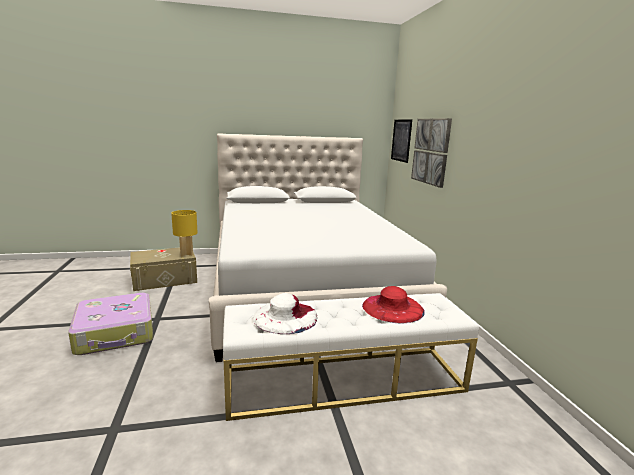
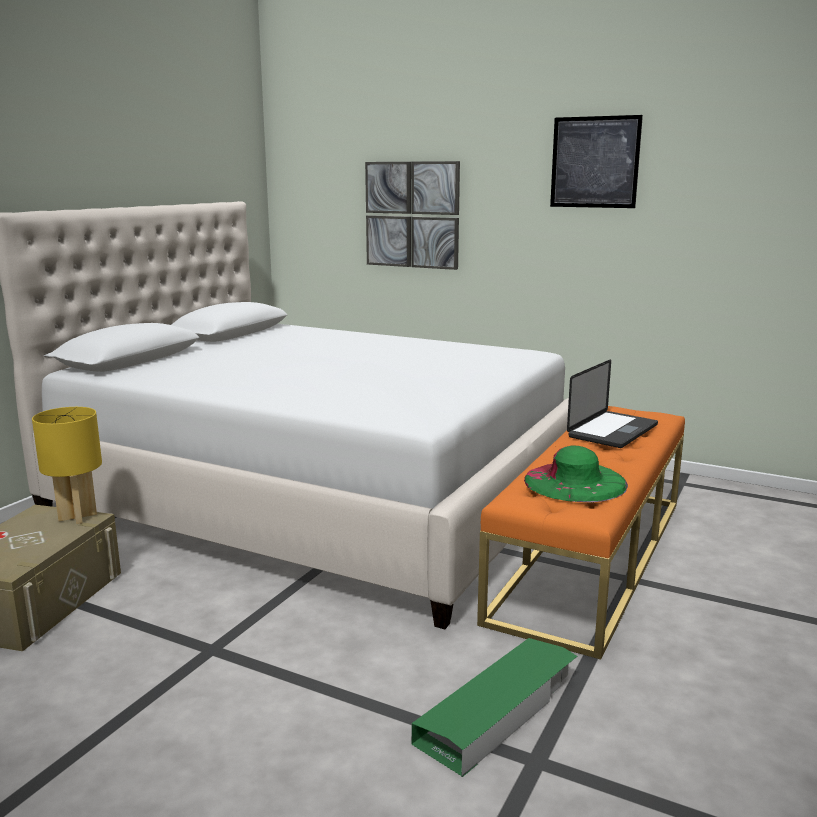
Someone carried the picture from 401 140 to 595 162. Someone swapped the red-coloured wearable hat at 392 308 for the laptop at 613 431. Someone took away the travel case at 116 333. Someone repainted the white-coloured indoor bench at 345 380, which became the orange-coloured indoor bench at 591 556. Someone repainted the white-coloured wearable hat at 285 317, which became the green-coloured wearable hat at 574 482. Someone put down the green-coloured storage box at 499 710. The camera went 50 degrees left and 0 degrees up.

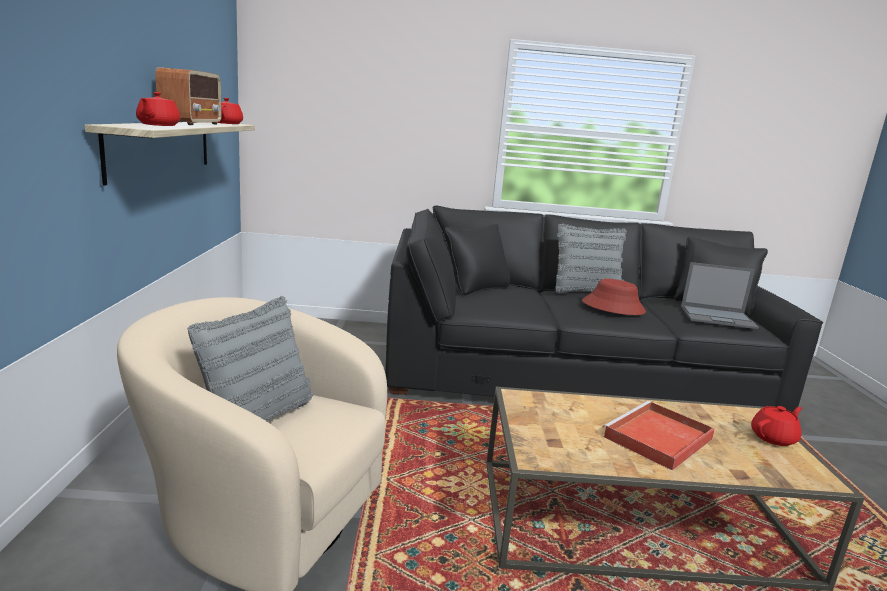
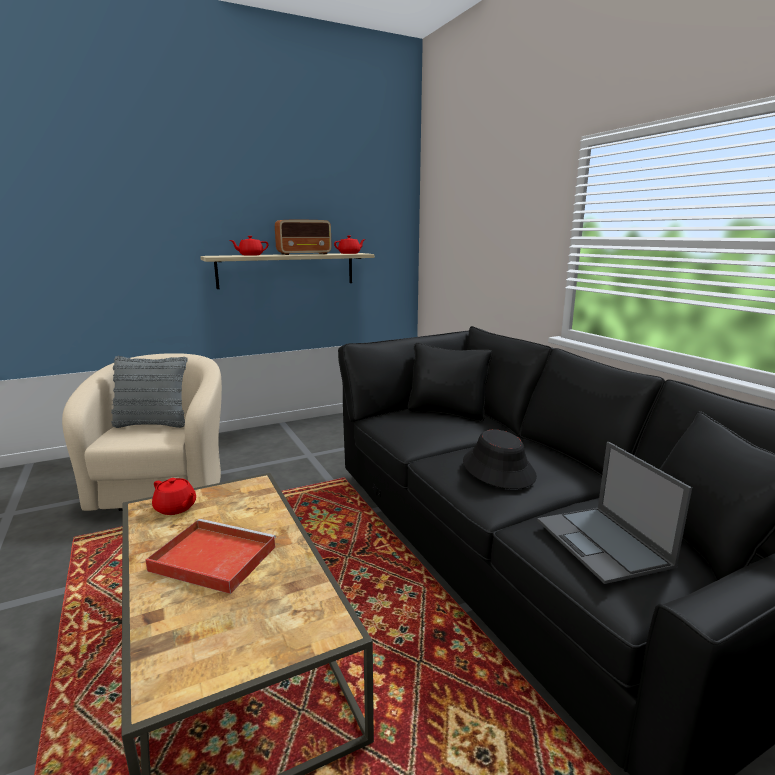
Someone took away the greyish pillow at 586 292. Someone repainted the red-coloured wearable hat at 613 307, which became the black wearable hat at 498 469. Someone carried the red-coloured tea pot from 774 438 to 176 508. The camera went 65 degrees right and 0 degrees up.

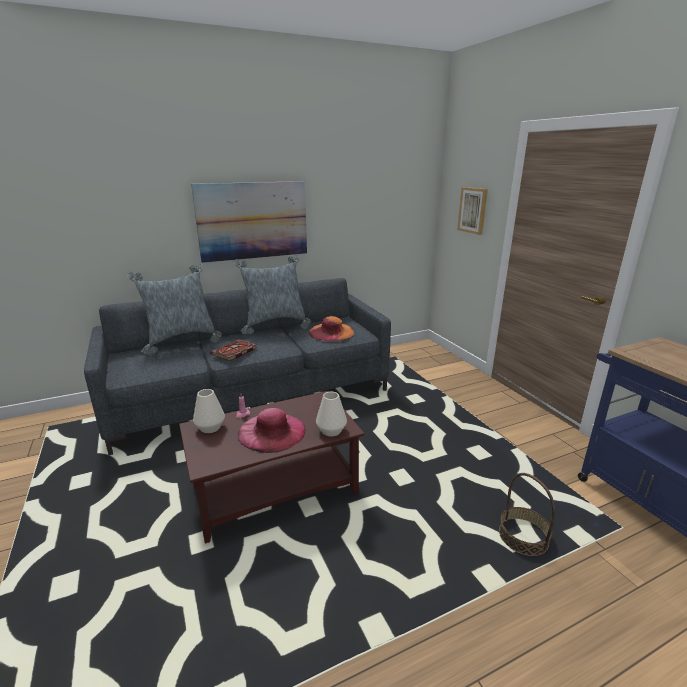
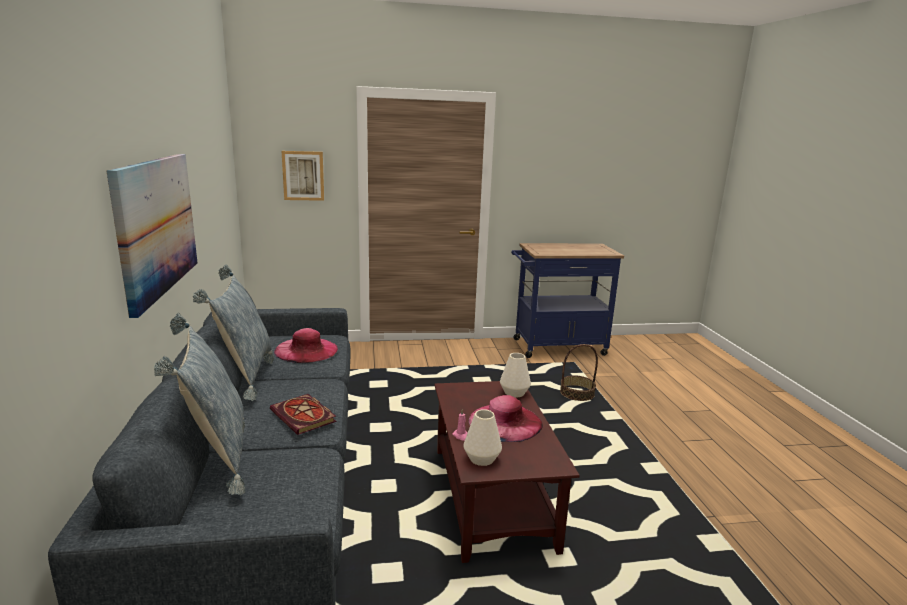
Someone repainted the orange-coloured wearable hat at 331 332, which became the pink-coloured wearable hat at 306 350. The camera went 75 degrees left and 5 degrees down.

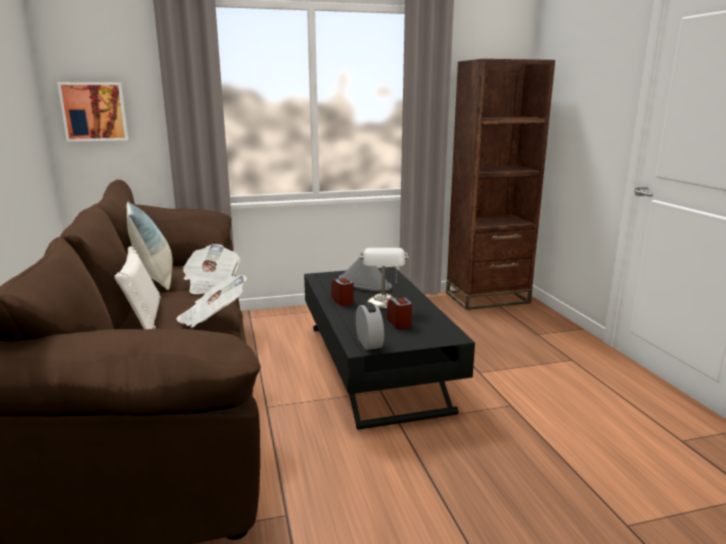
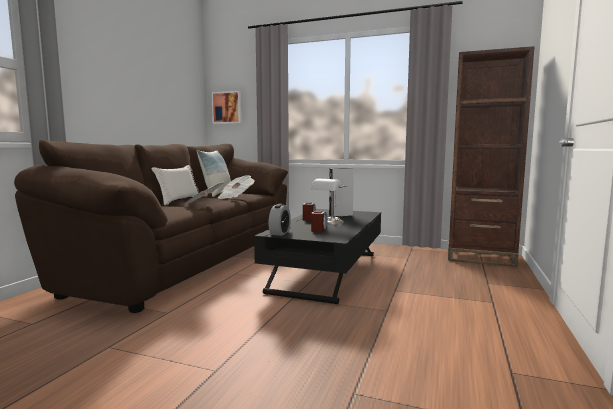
Someone swapped the greyish wearable hat at 365 284 for the greyish audio speaker at 340 215. The camera went 35 degrees right and 10 degrees down.

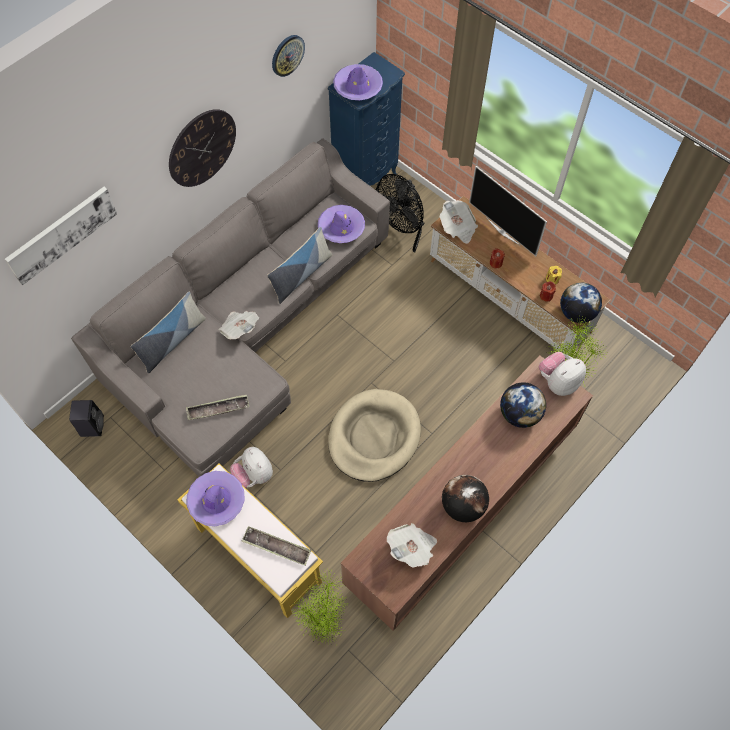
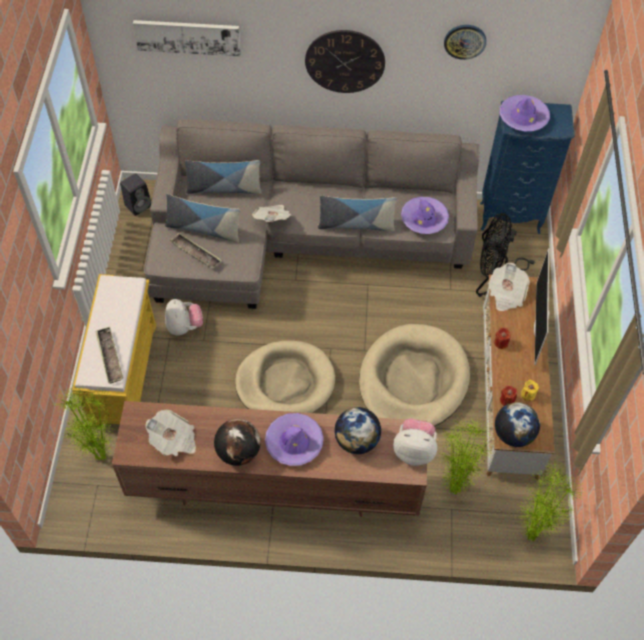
Someone rotated the cuddly toy at 254 475 by 150 degrees clockwise. Someone carried the purplish wearable hat from 216 501 to 294 442. Someone put down the pillow at 203 229. Someone put down the beige dog bed at 413 380. Someone put down the houseplant at 529 534. The camera went 50 degrees right and 5 degrees down.

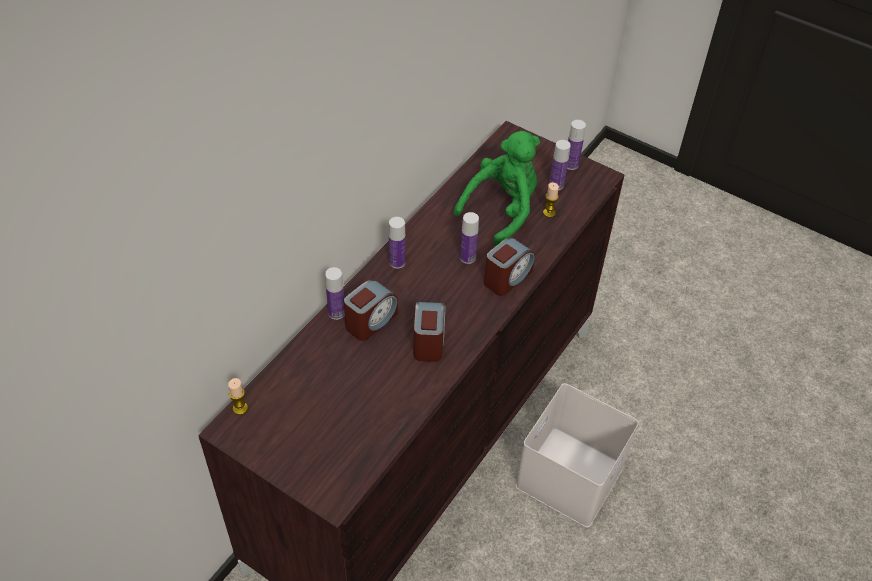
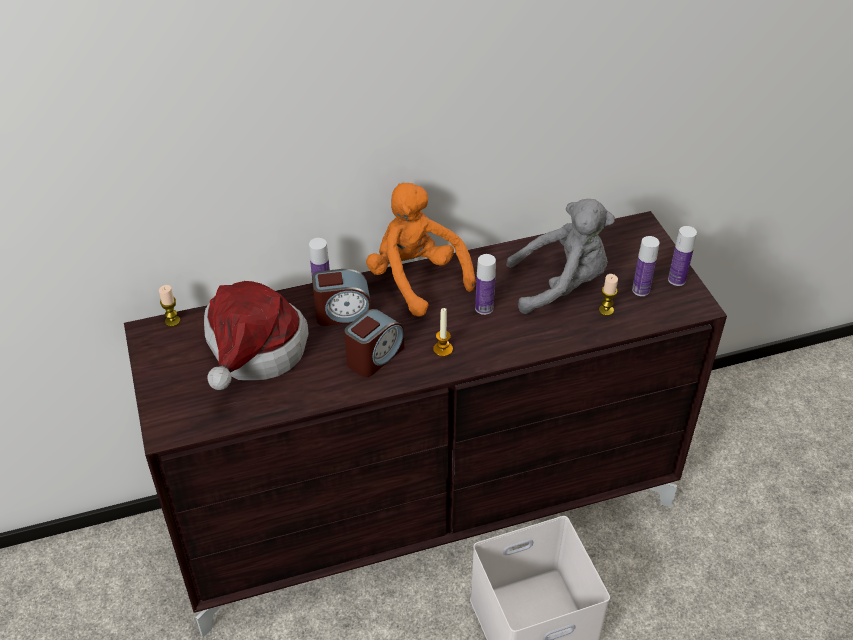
Someone repainted the green-coloured cuddly toy at 502 210, which became the greyish cuddly toy at 561 285. Someone swapped the bottle at 397 262 for the orange-coloured cuddly toy at 416 279. Someone took away the alarm clock at 507 277. Someone put down the wearable hat at 253 351. Someone put down the candle at 443 349. The camera went 40 degrees right and 5 degrees down.

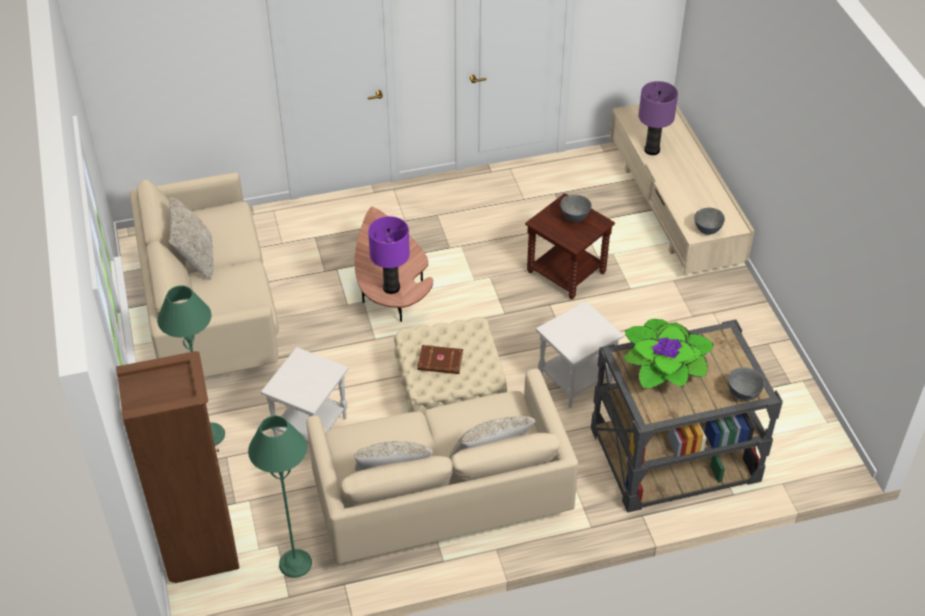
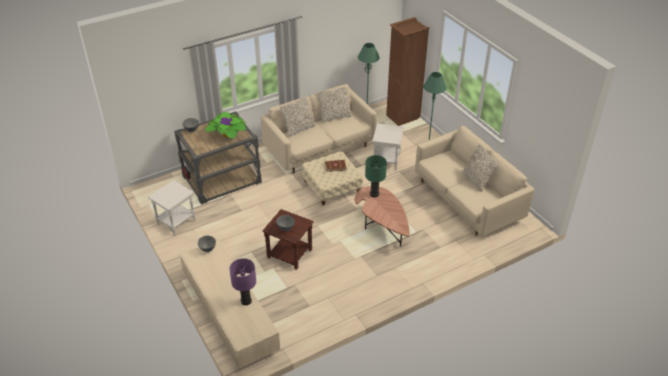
Someone repainted the purplish tabletop lamp at 391 287, which became the green-coloured tabletop lamp at 374 194. Someone carried the white-coloured accent table from 575 382 to 176 222. The camera went 165 degrees right and 5 degrees down.

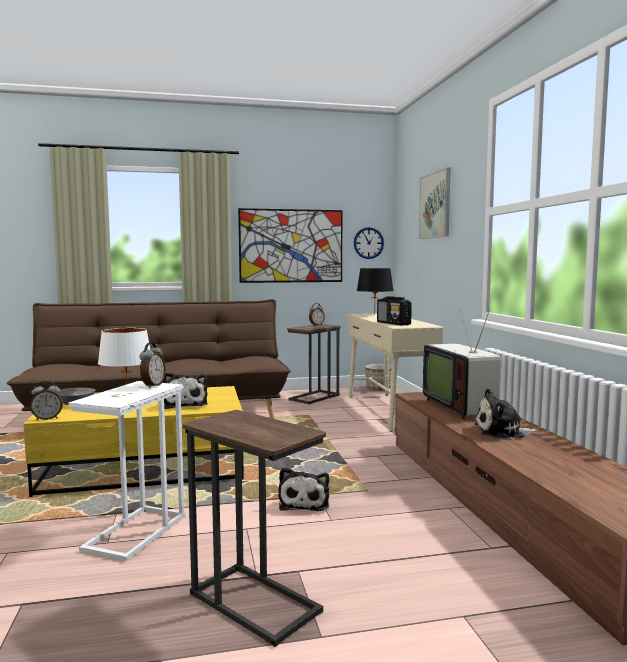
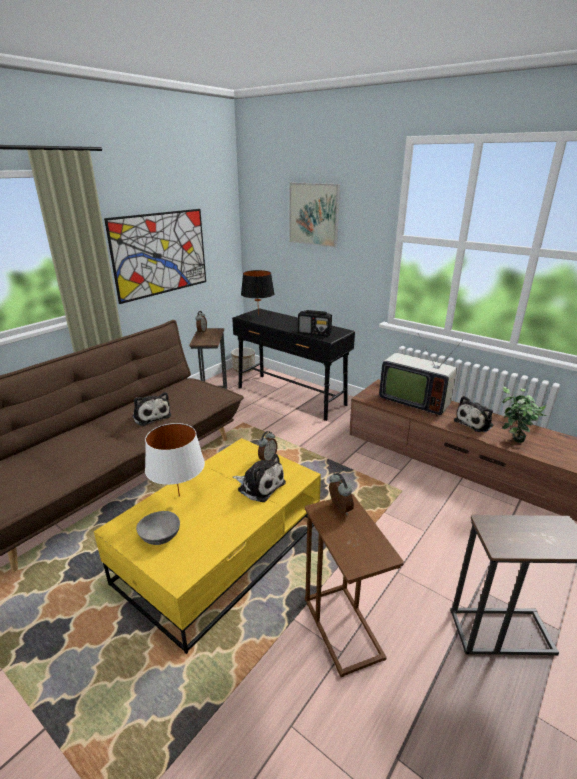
Someone took away the hanging clock at 368 243. Someone repainted the beige hall table at 387 411, which became the black hall table at 290 397. Someone carried the alarm clock from 47 418 to 267 459. Someone repainted the white-coloured accent table at 135 532, which became the brownish accent table at 341 627. Someone carried the cuddly toy from 304 502 to 151 416. Someone put down the houseplant at 513 442. The camera went 40 degrees left and 20 degrees up.

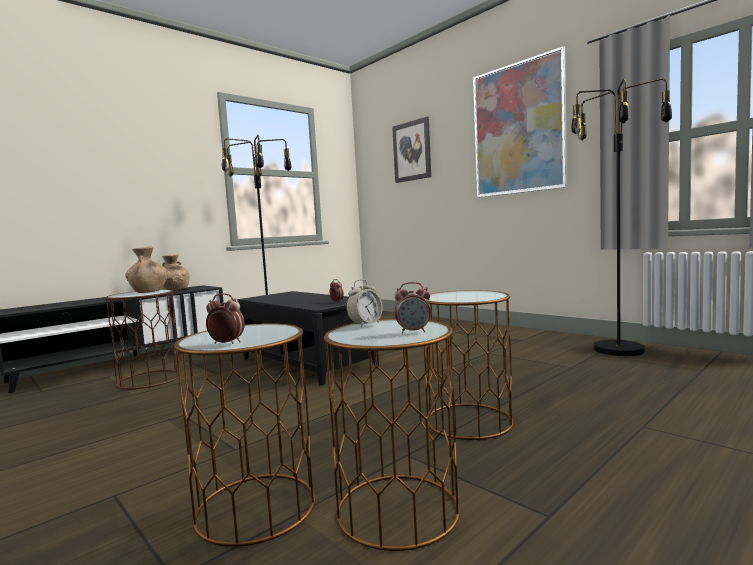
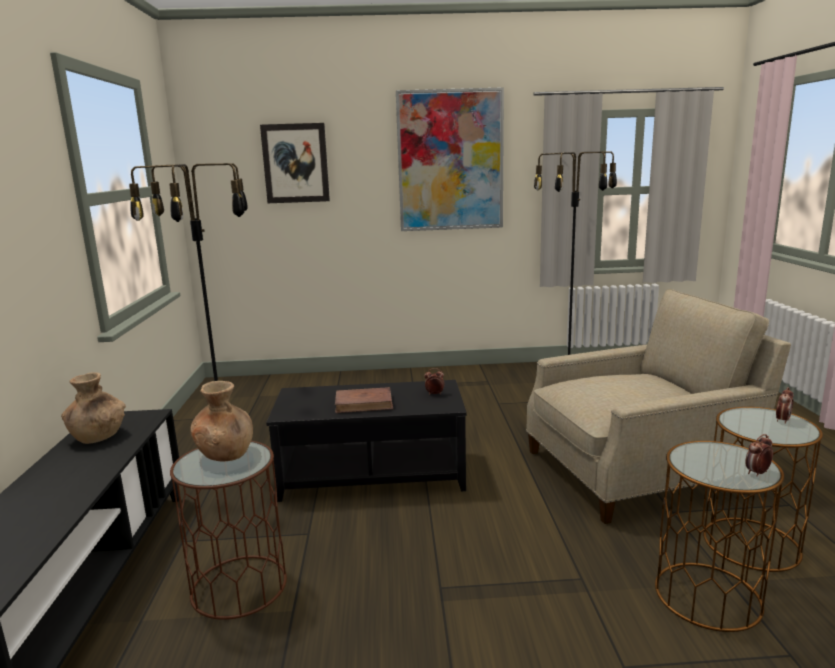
Someone took away the alarm clock at 365 324. Someone swapped the brownish accent table at 469 421 for the beige armchair at 637 470. Someone put down the brownish book at 364 403. The camera went 50 degrees left and 10 degrees up.

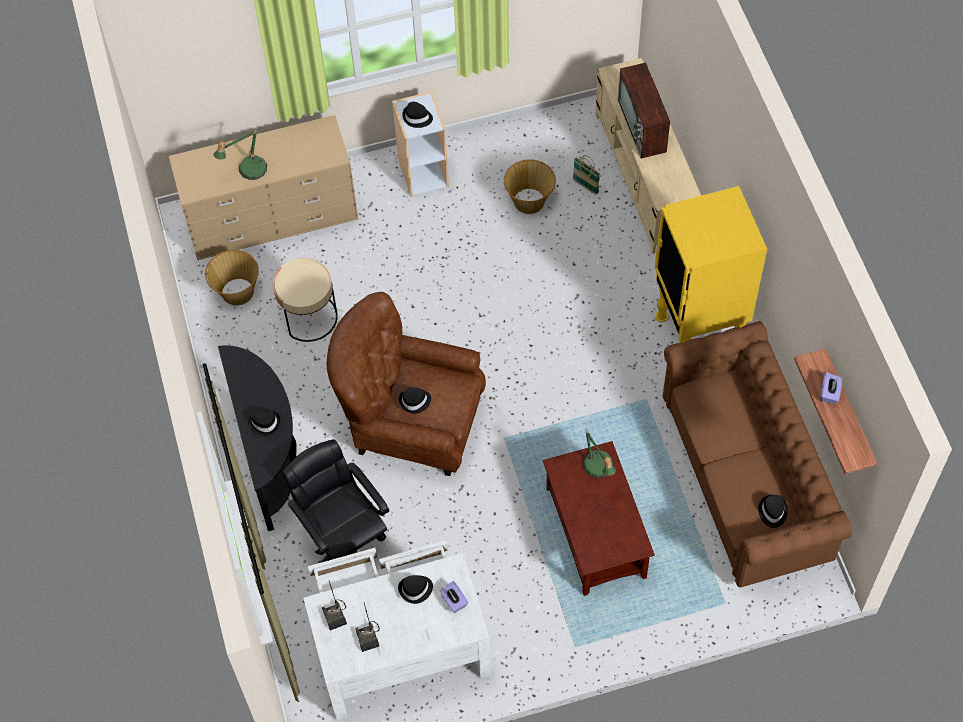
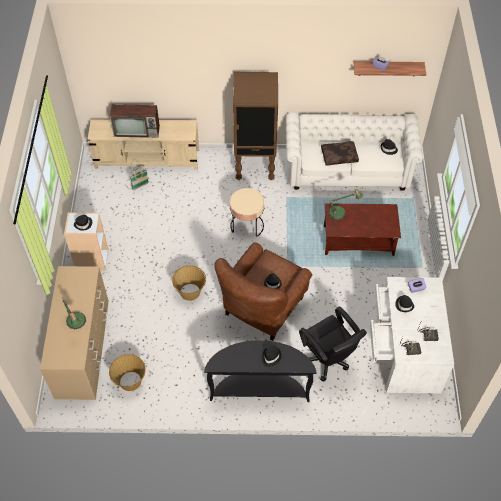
Someone carried the basket from 529 201 to 190 292. Someone repainted the yellow-coloured cabinet at 696 334, which became the brownish cabinet at 255 165. Someone carried the beige accent table from 309 317 to 247 225. Someone repainted the brownish couch at 745 481, which became the white-coloured couch at 348 171. Someone rotated the black computer chair at 343 541 by 105 degrees counterclockwise. Someone put down the brownish pillow at 339 156. The camera went 75 degrees left and 5 degrees down.

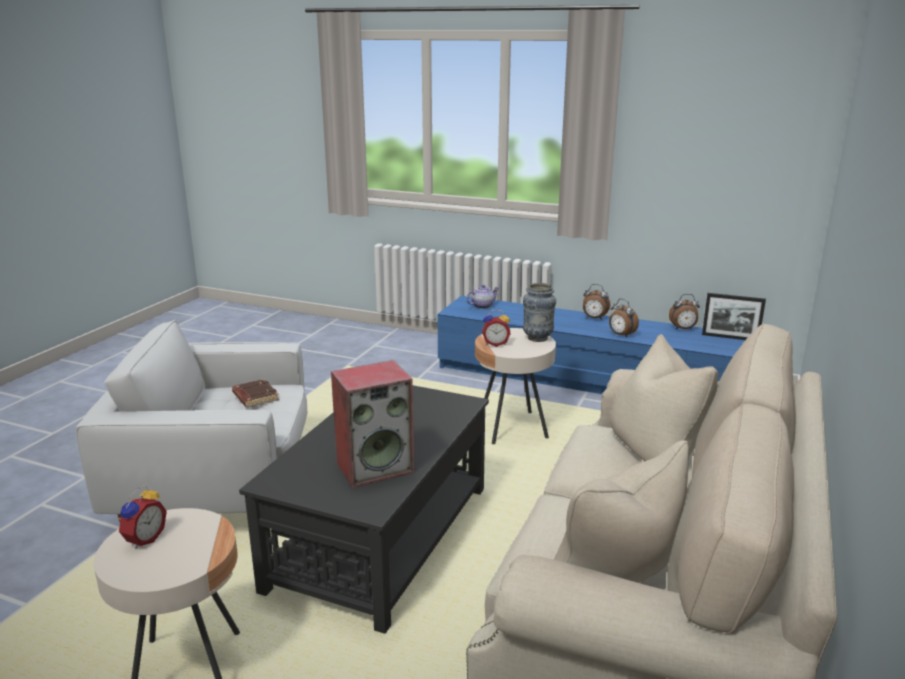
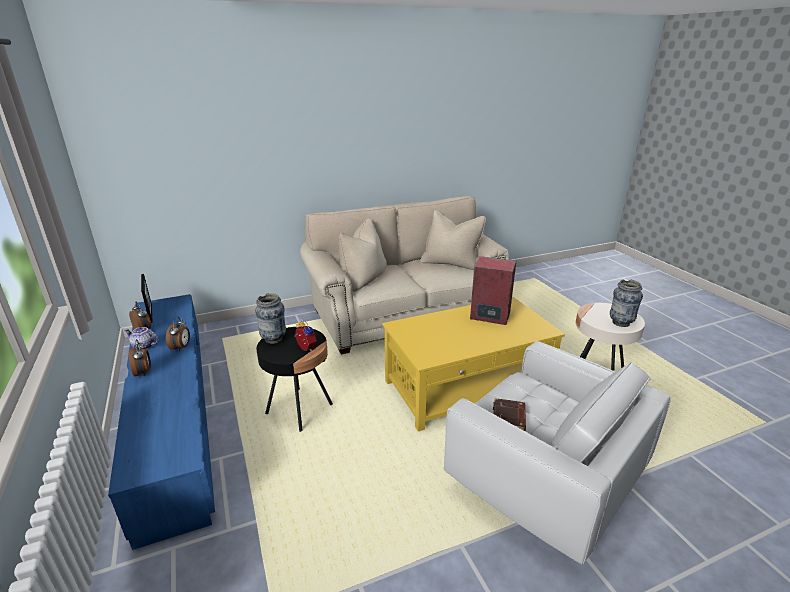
Someone carried the tea pot from 482 306 to 143 346. Someone repainted the beige accent table at 512 428, which became the black accent table at 299 409. Someone repainted the black coffee table at 380 538, which became the yellow-coloured coffee table at 467 387. Someone swapped the alarm clock at 143 539 for the decorative vase at 620 323. The camera went 135 degrees left and 5 degrees up.

